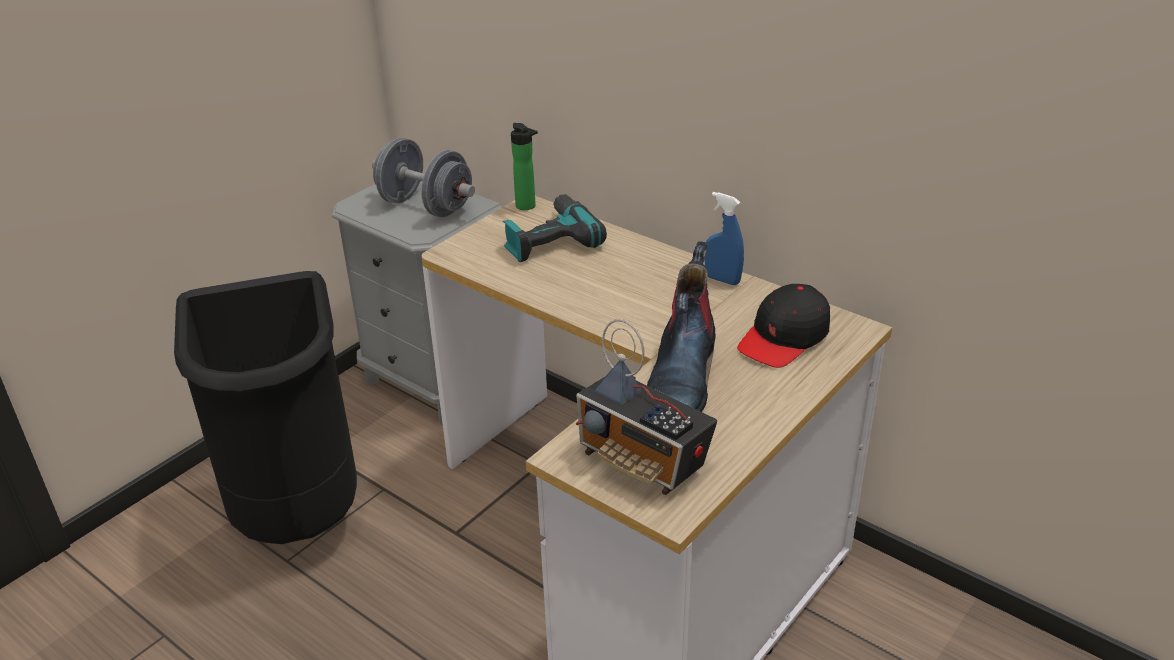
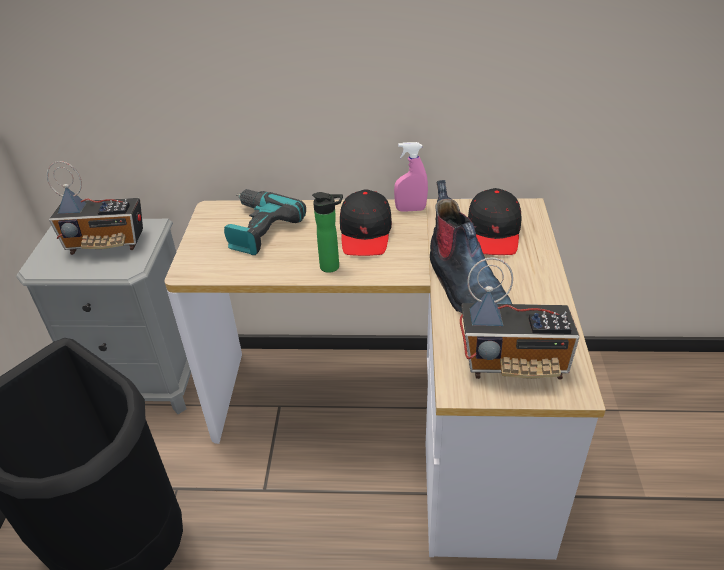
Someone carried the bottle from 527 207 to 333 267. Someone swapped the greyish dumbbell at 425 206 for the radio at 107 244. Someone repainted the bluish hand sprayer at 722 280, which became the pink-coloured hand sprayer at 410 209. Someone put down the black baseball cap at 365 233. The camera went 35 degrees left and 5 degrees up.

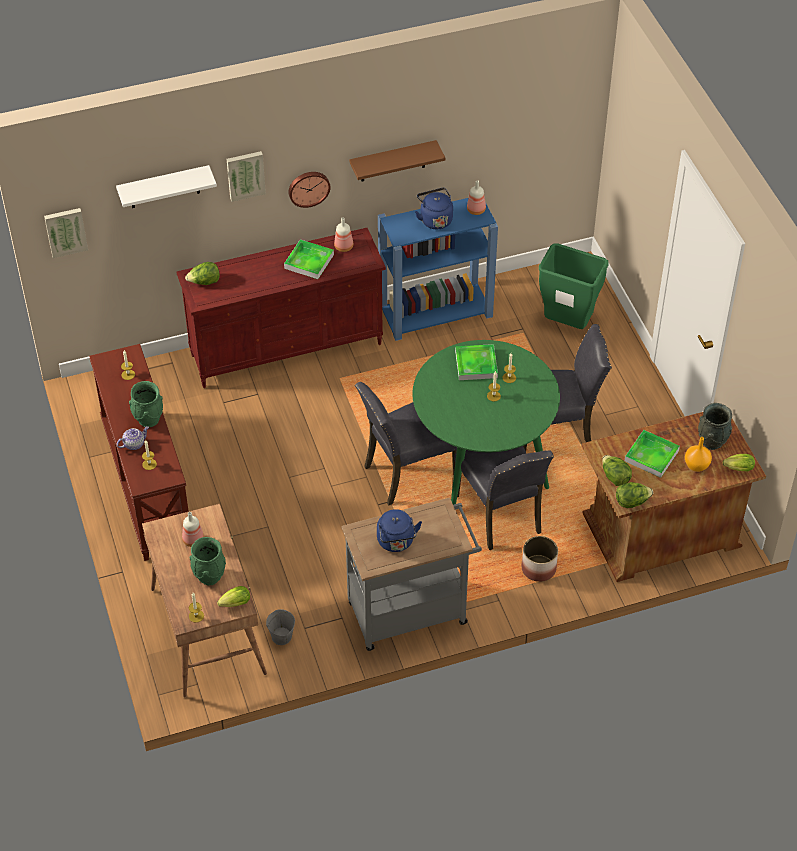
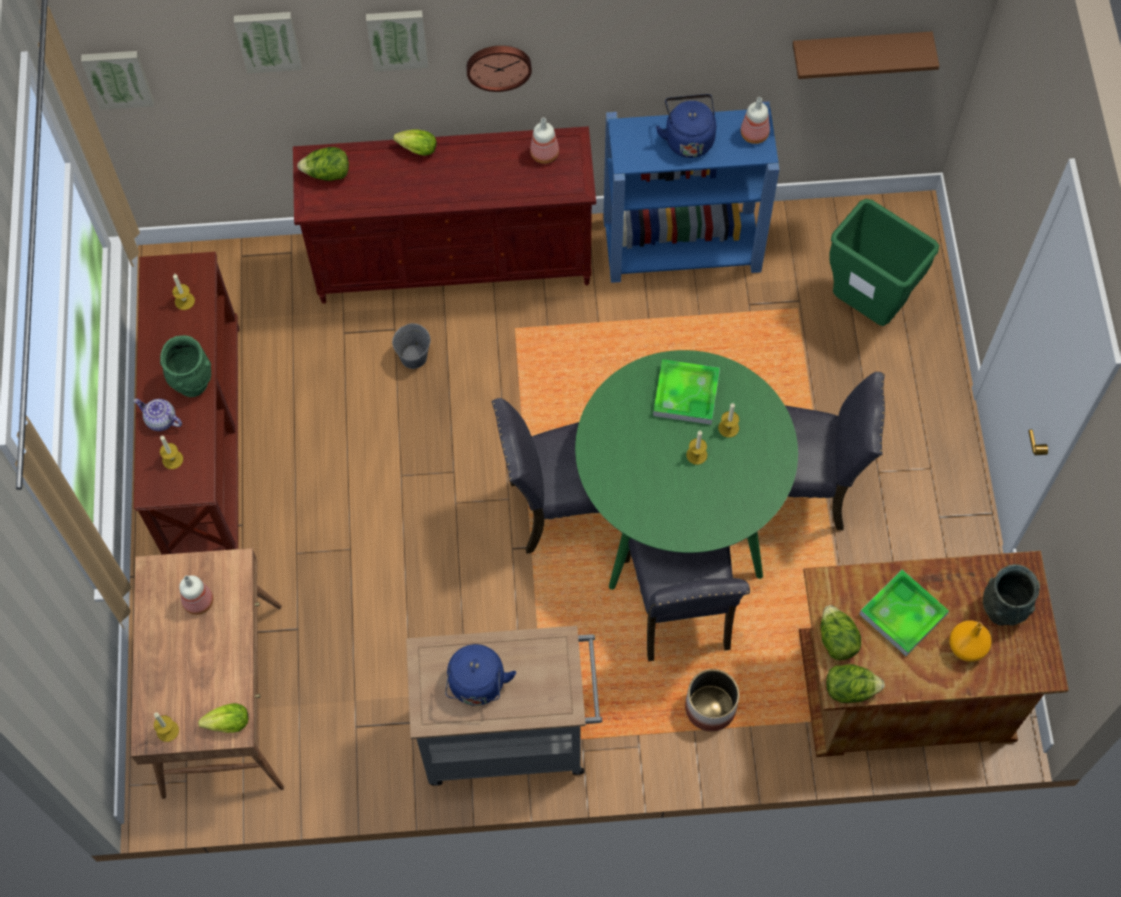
Someone carried the brownish wall shelf from 393 161 to 859 51. Someone swapped the white-coloured wall shelf at 164 187 for the picture at 268 39. Someone took away the tray at 309 261. Someone rotated the tea pot at 134 444 by 135 degrees counterclockwise. Someone carried the lettuce head from 737 469 to 415 149. Someone took away the green-coloured decorative vase at 210 576. Someone carried the greyish bucket from 281 637 to 414 357. The camera went 15 degrees right and 15 degrees up.

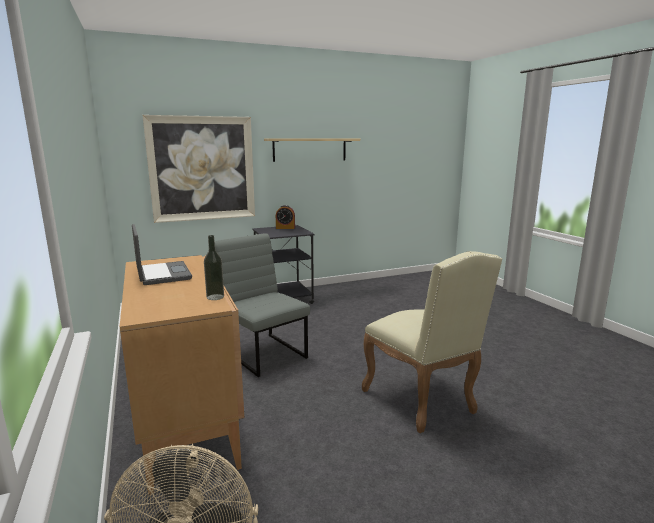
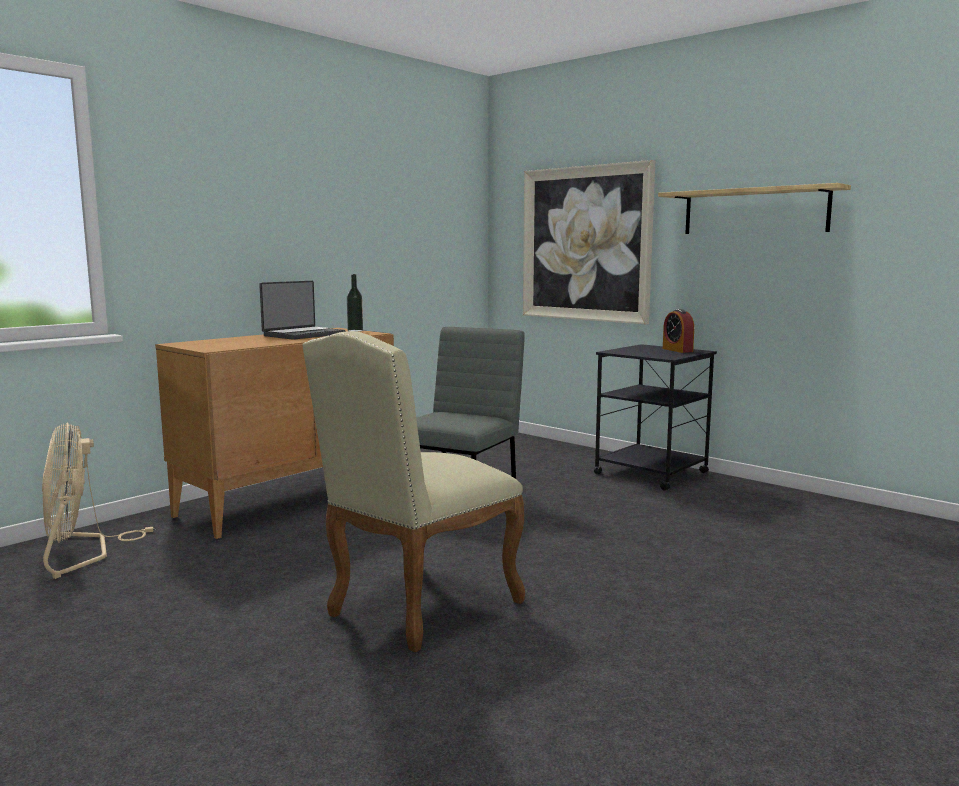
Someone carried the bottle from 215 297 to 355 330. The camera went 65 degrees right and 5 degrees down.

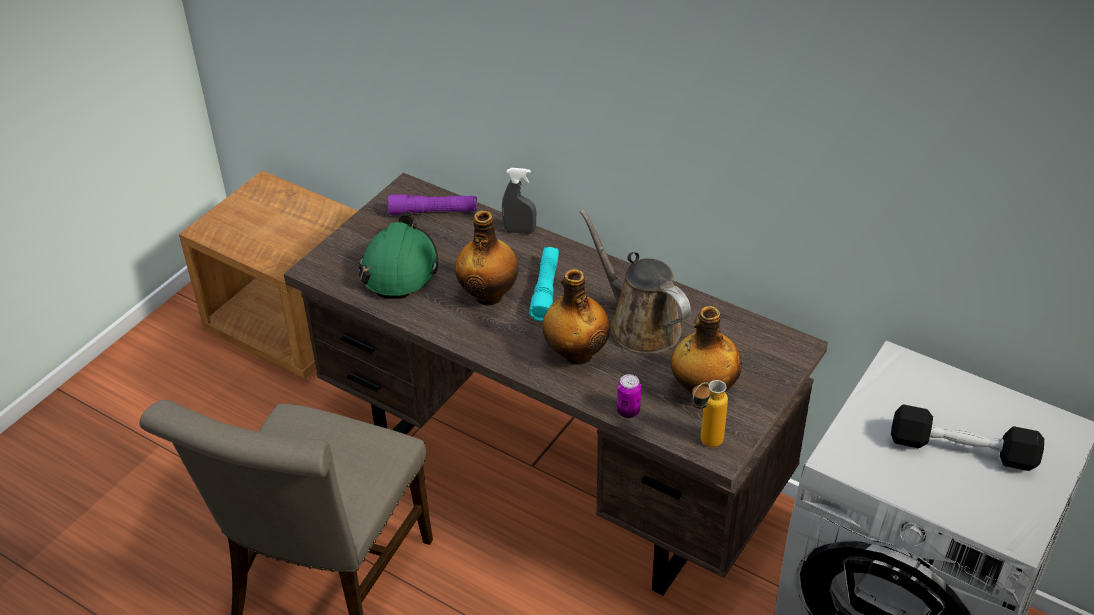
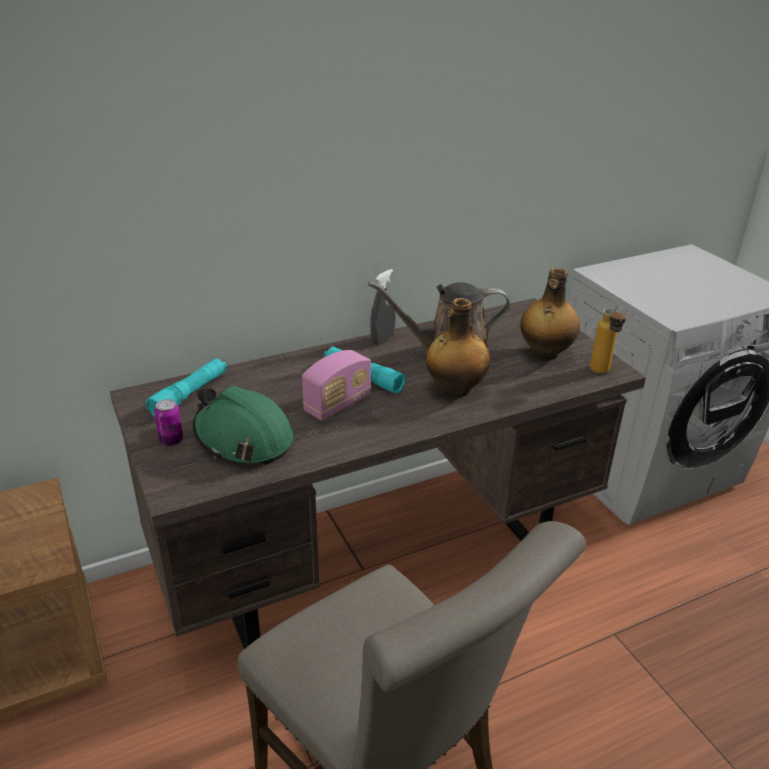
Someone carried the greyish hand sprayer from 519 231 to 382 340. Someone repainted the purplish hand torch at 433 211, which became the turquoise hand torch at 190 394. Someone swapped the bottle at 489 294 for the radio at 337 404. Someone carried the can from 628 411 to 171 441. Someone took away the black dumbbell at 962 450. The camera went 60 degrees left and 10 degrees down.

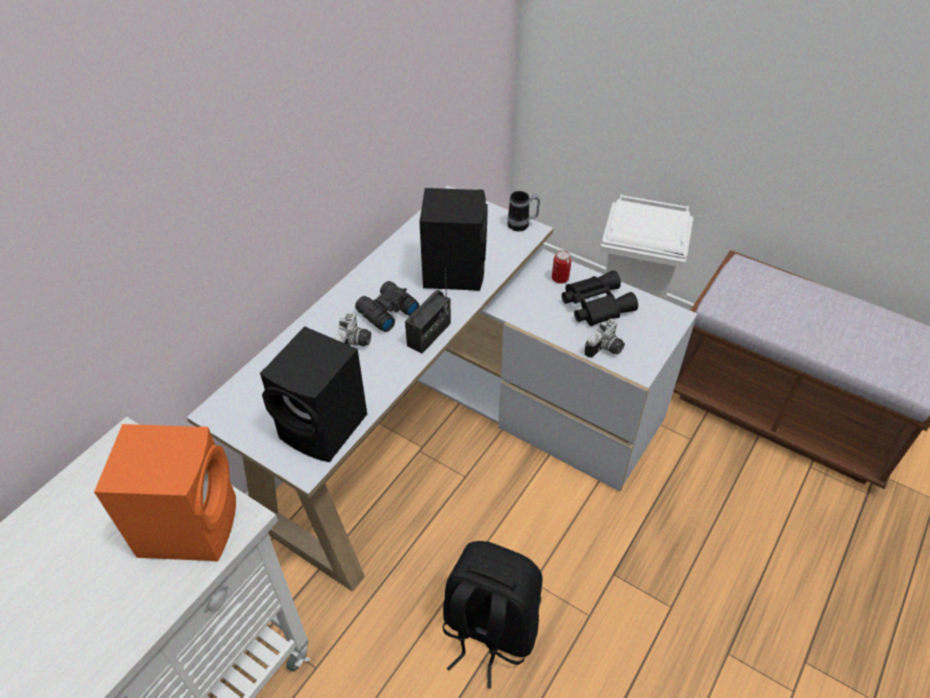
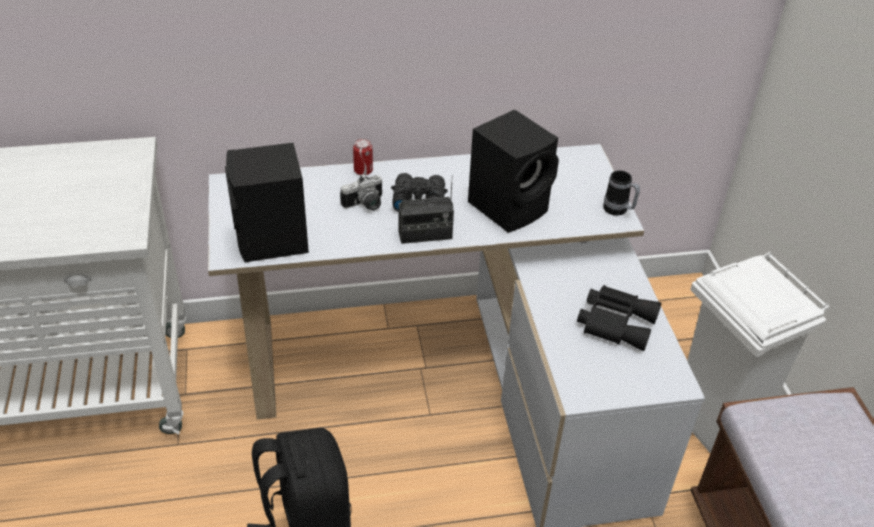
Someone carried the can from 560 278 to 363 171. Someone took away the photo camera at 606 349. Someone took away the orange-coloured audio speaker at 190 523. The camera went 45 degrees right and 5 degrees down.

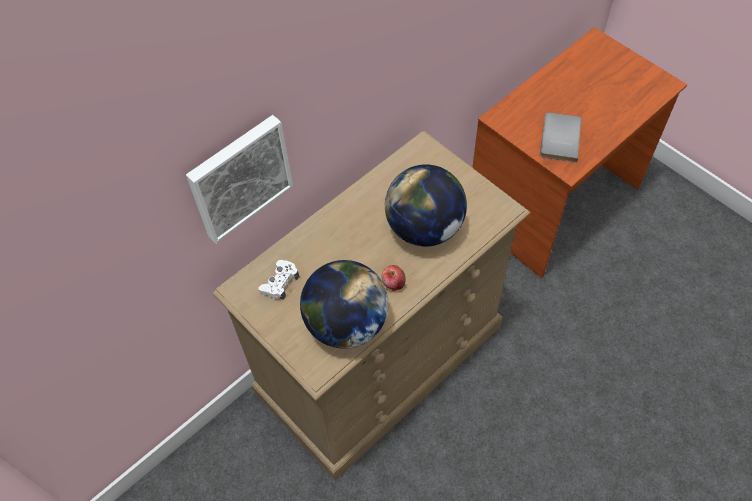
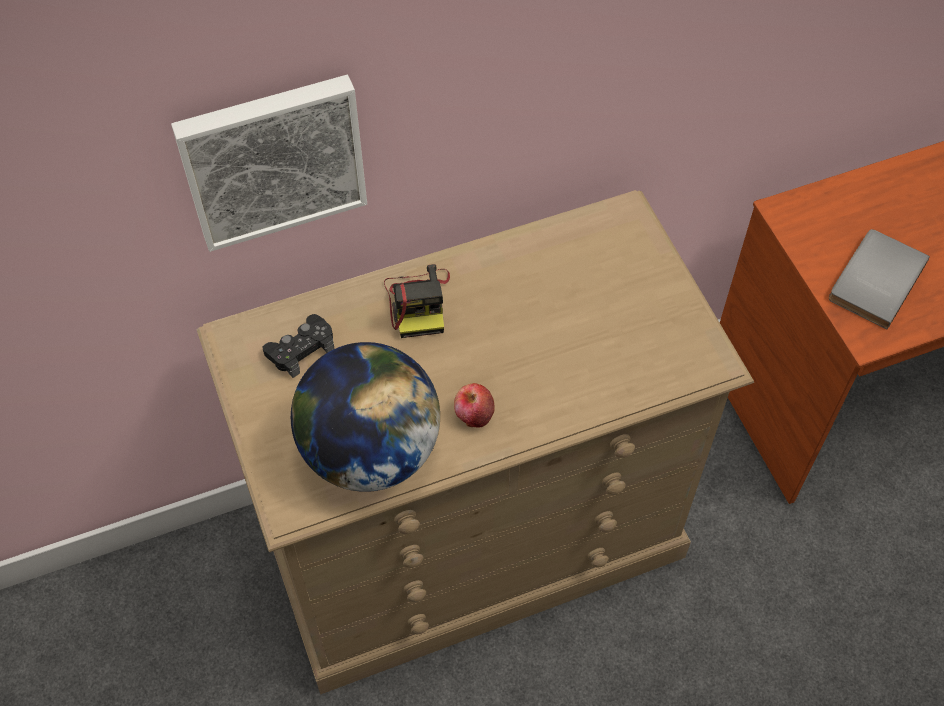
Someone took away the globe at 424 228. Someone repainted the white-coloured game controller at 280 282, which became the black game controller at 301 349. Someone put down the photo camera at 418 302. The camera went 20 degrees right and 0 degrees up.

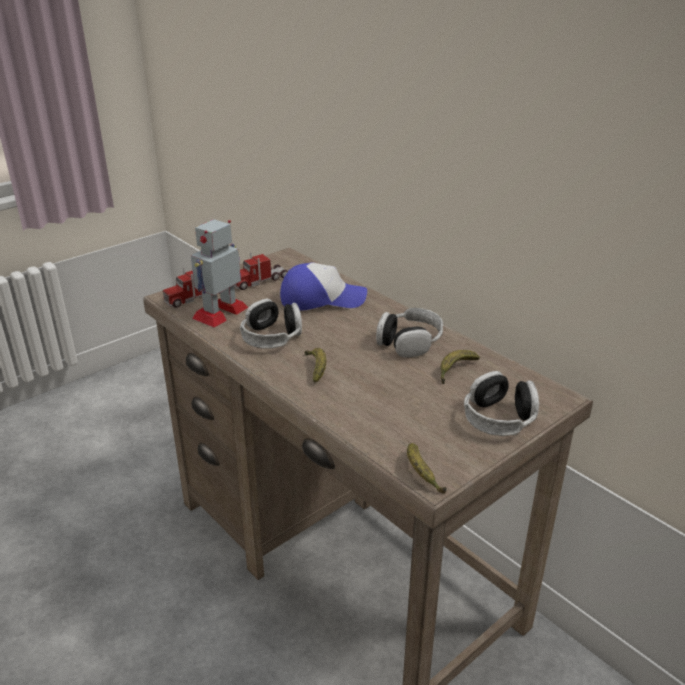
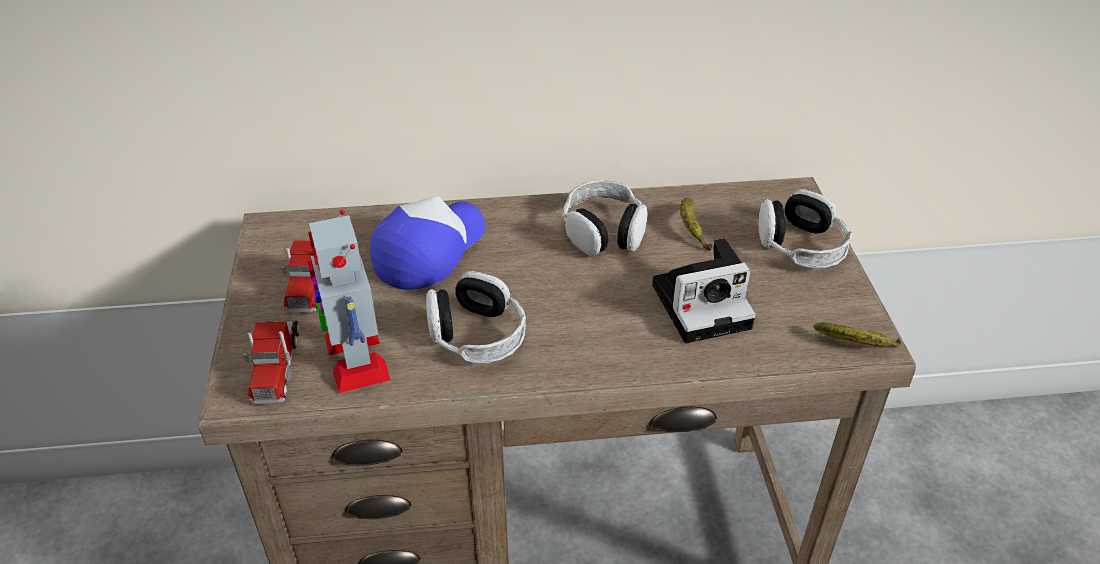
Someone took away the banana fruit at 316 369. Someone put down the photo camera at 704 304. The camera went 55 degrees left and 10 degrees up.

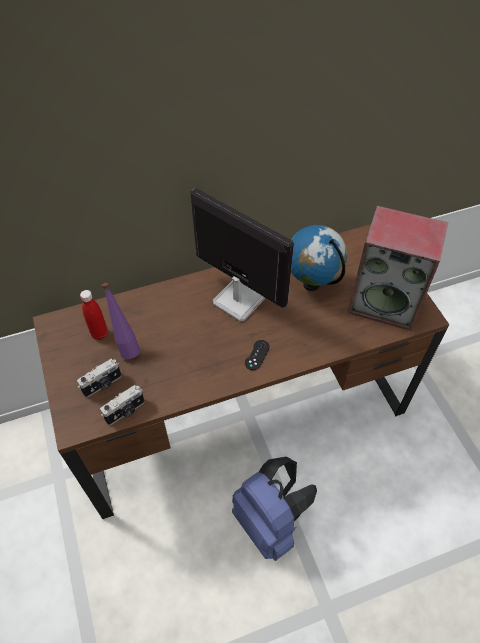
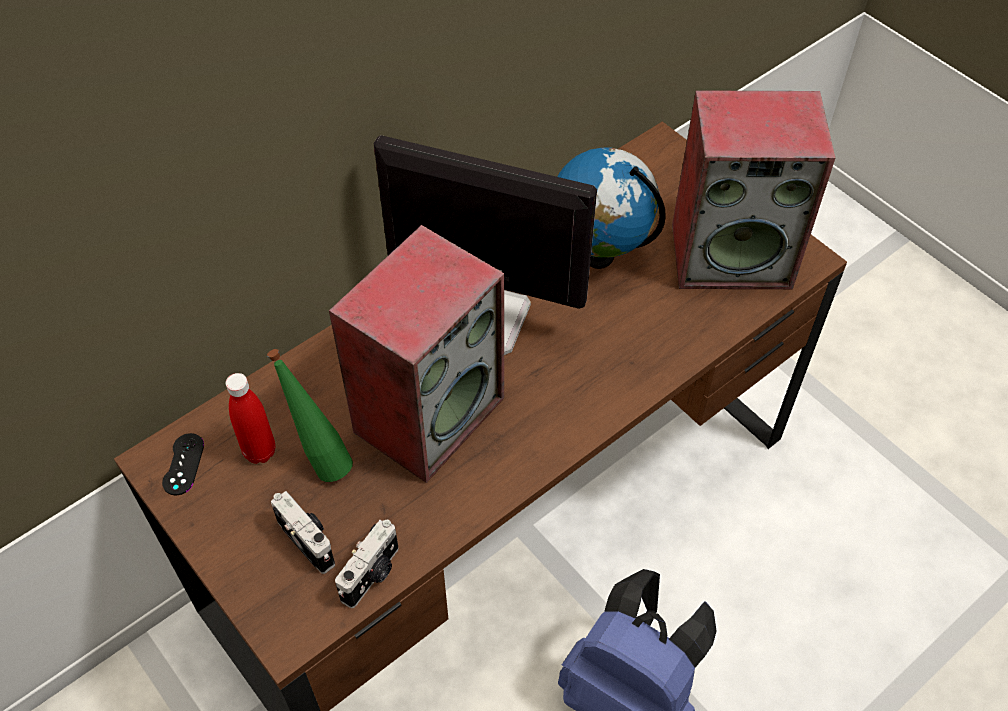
Someone repainted the purplish bottle at 126 346, which became the green-coloured bottle at 320 458. Someone carried the black game controller from 257 355 to 183 464. Someone rotated the photo camera at 103 385 by 75 degrees counterclockwise. Someone put down the audio speaker at 429 412. The camera went 20 degrees left and 0 degrees up.

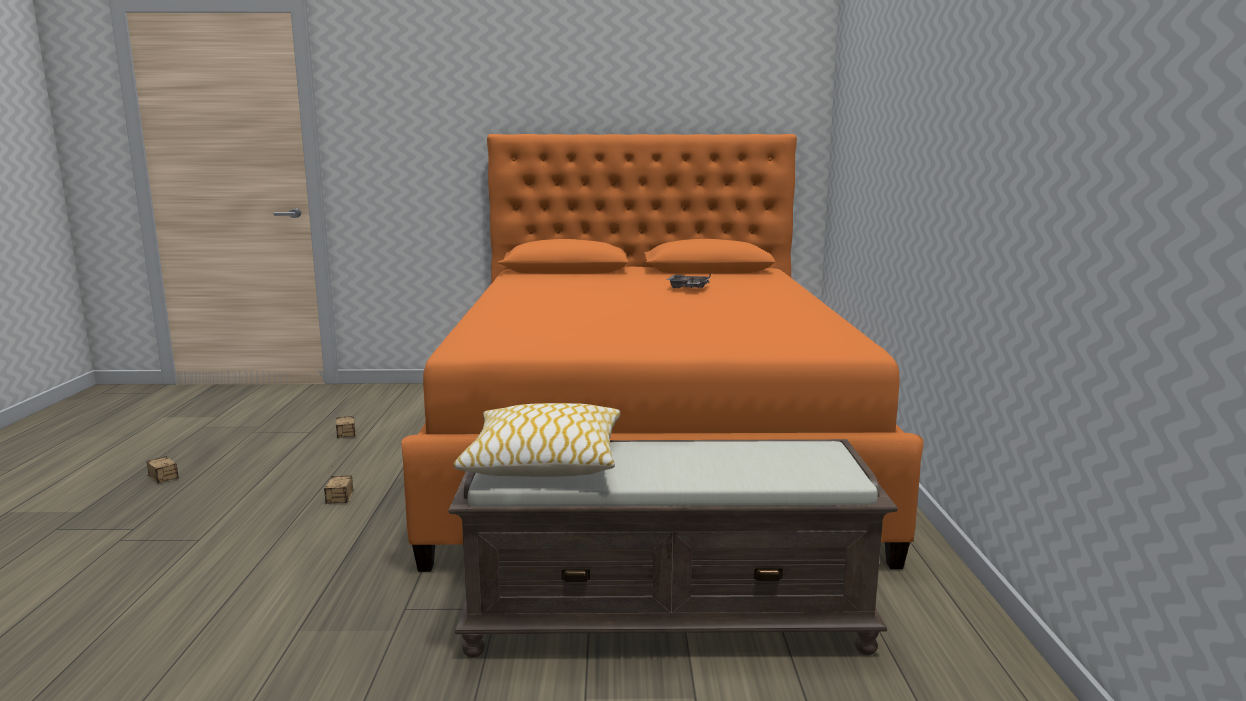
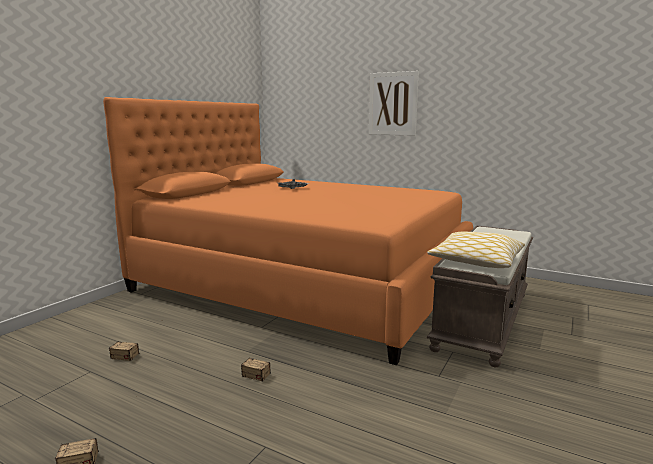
Someone put up the picture at 393 104. The camera went 60 degrees left and 0 degrees up.

